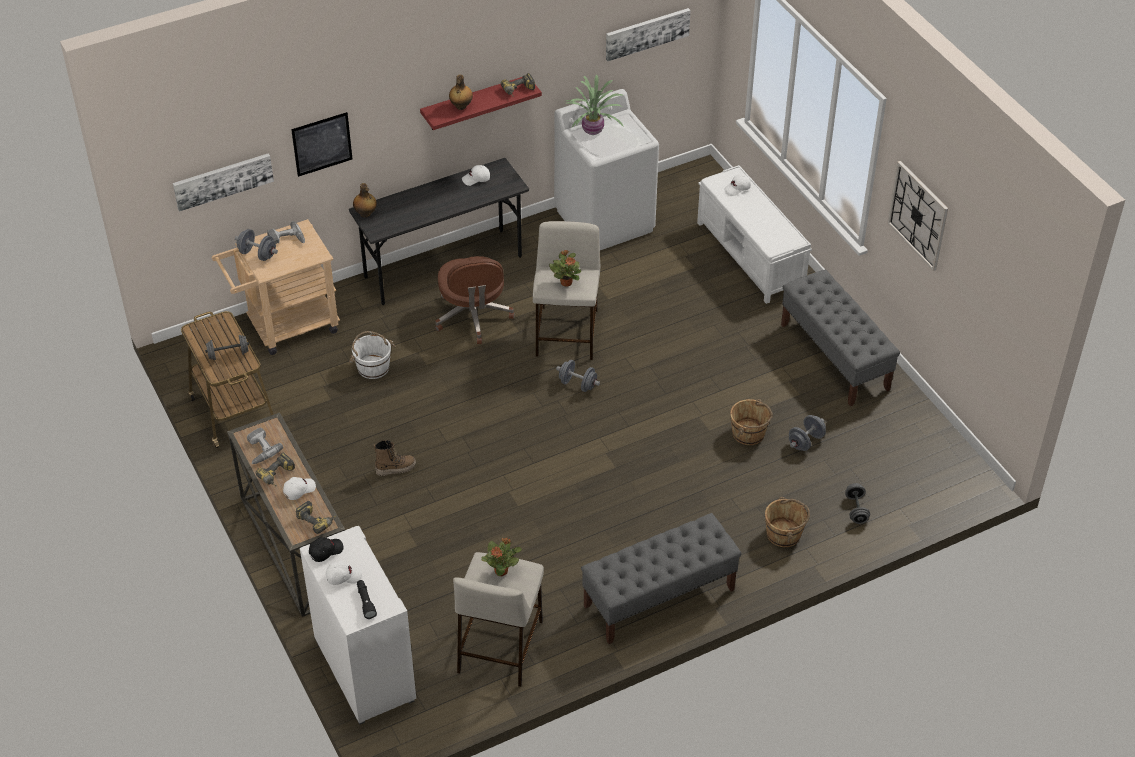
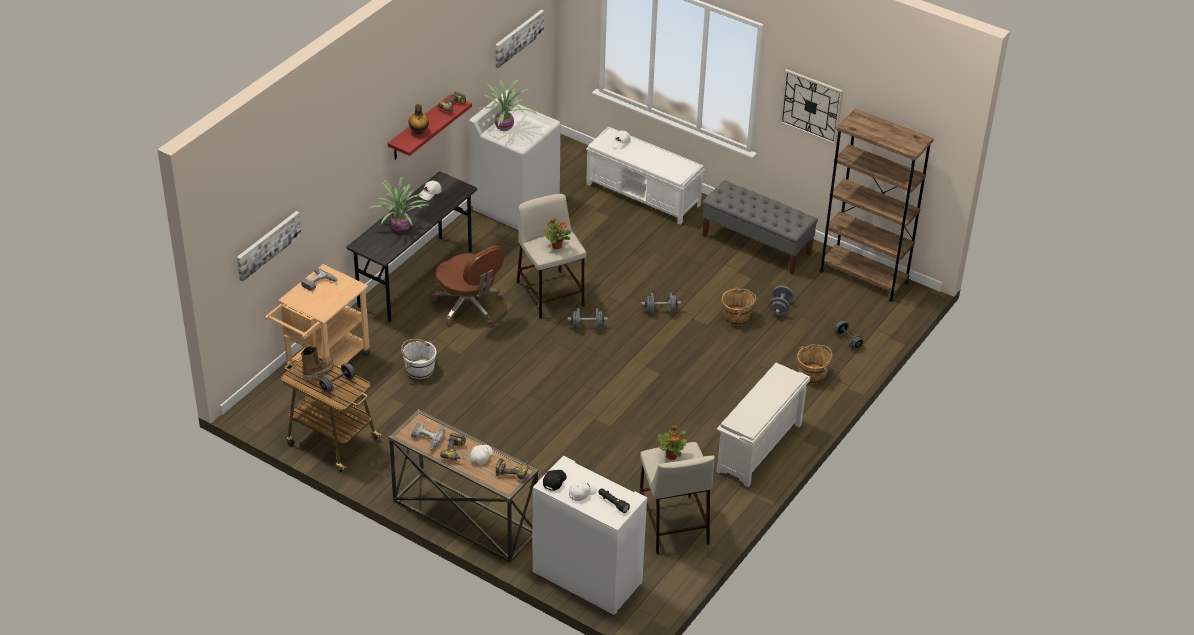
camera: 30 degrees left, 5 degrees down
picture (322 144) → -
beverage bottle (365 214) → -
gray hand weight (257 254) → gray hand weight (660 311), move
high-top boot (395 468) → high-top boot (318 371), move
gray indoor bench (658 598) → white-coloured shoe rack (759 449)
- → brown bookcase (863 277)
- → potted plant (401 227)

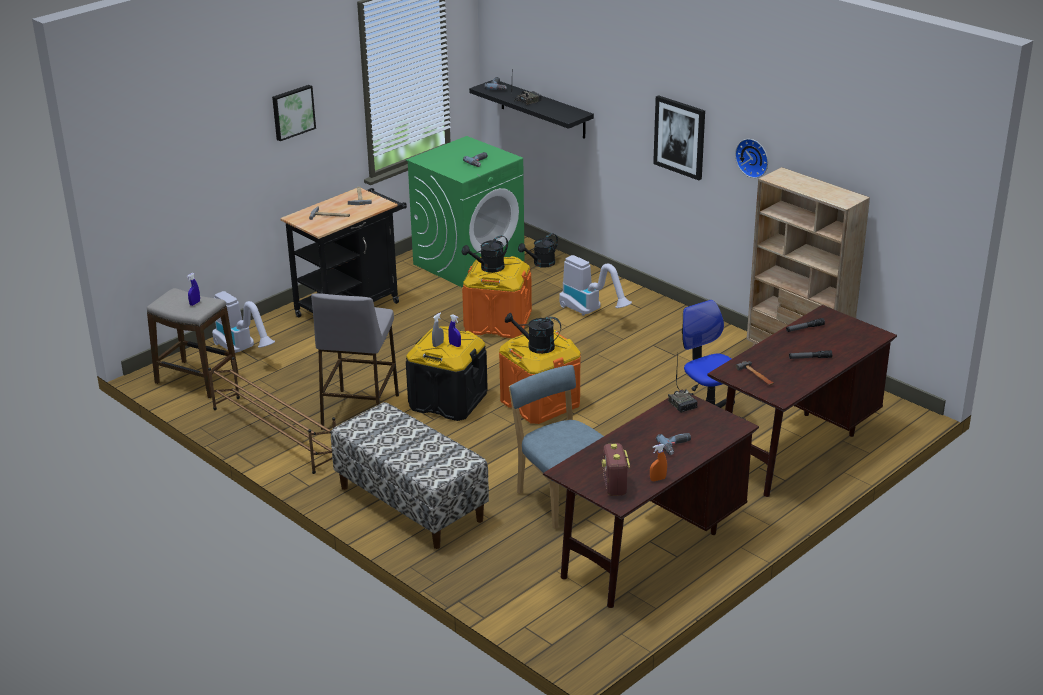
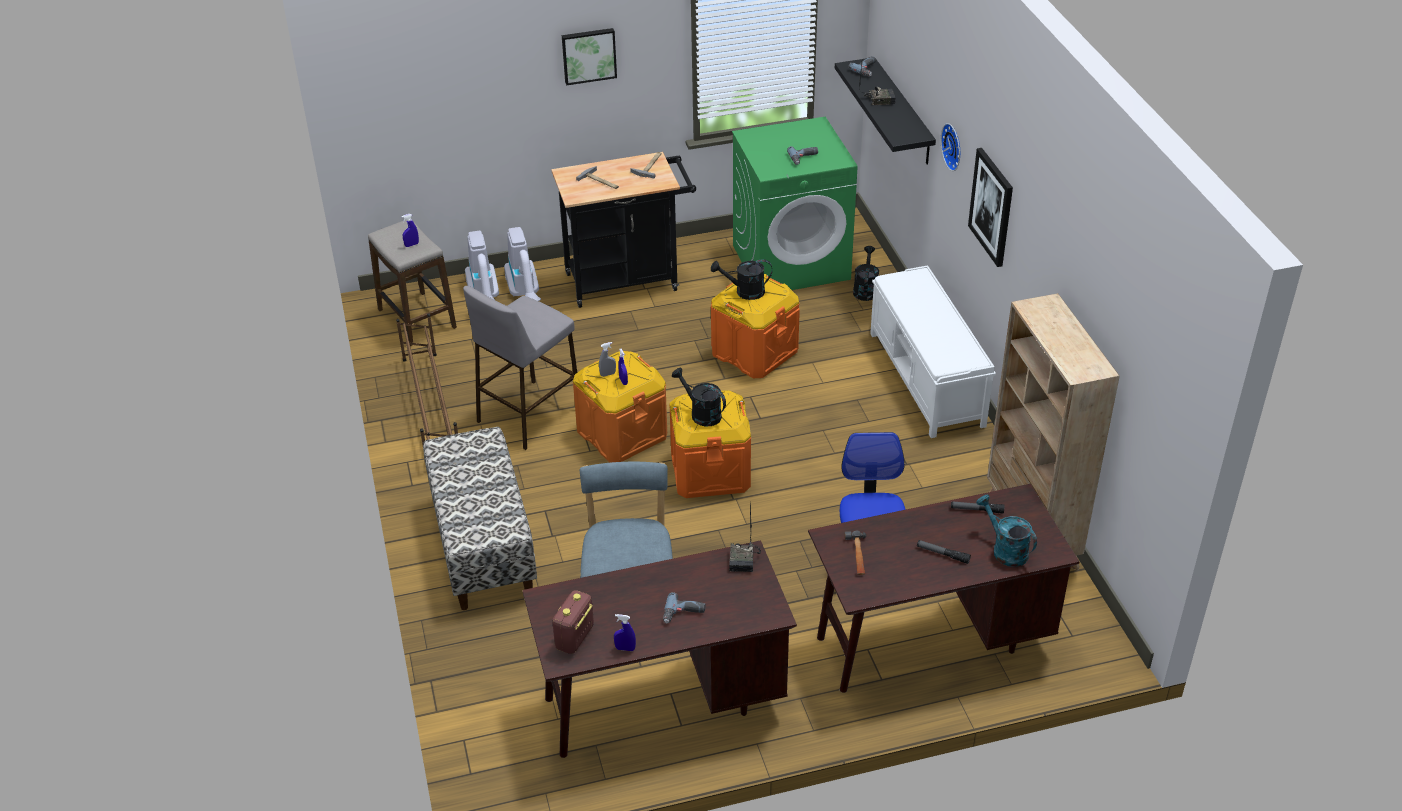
camera: 30 degrees right, 10 degrees up
hanging clock (753 157) → hanging clock (954 146), move
black watering pot (540 264) → black watering pot (865 289), 105 degrees clockwise
vacuum cleaner (591 312) → vacuum cleaner (525 294), move
black storage bin (448 401) → orange-coloured storage bin (622 433)
orange-coloured hand sprayer (658 479) → blue hand sprayer (625 648)
- → white-coloured indoor bench (927 379)
- → turquoise-coloured watering pot (1005 549)

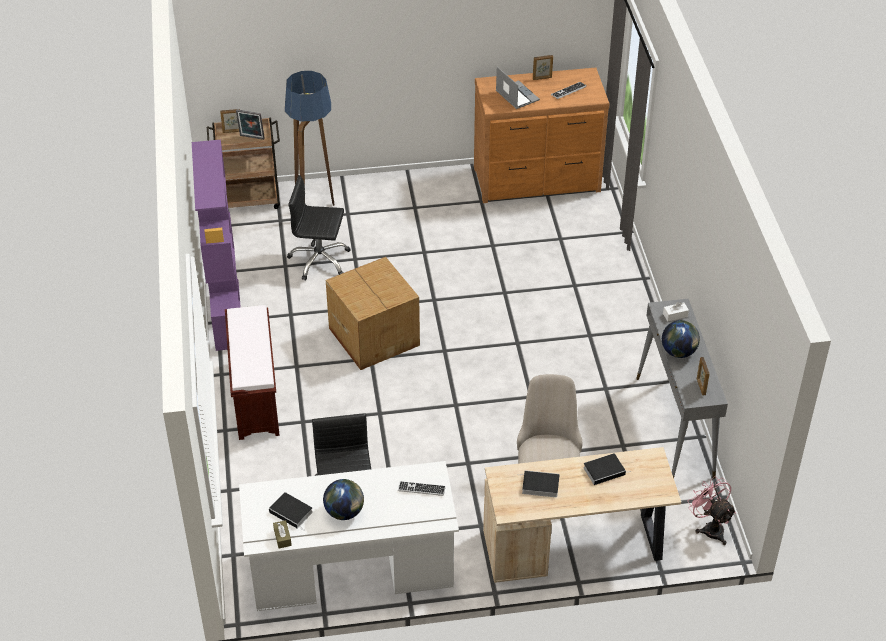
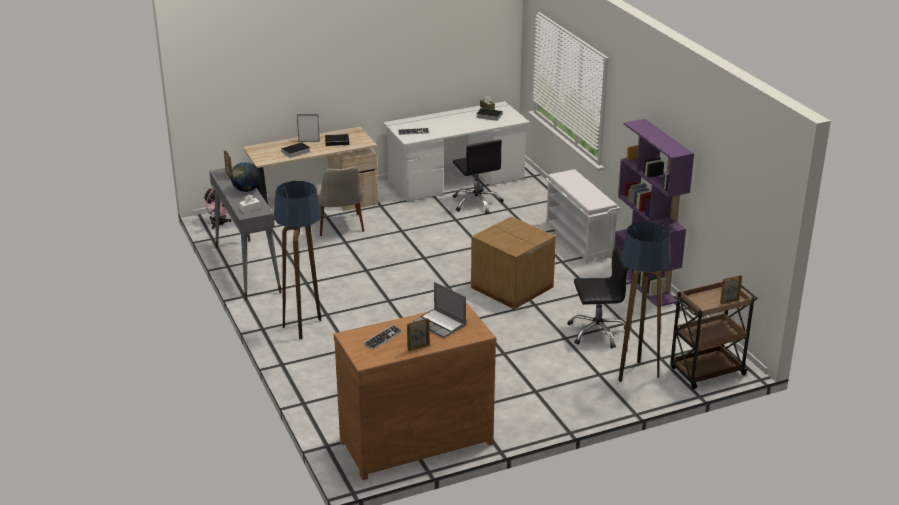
camera: 165 degrees right, 15 degrees down
photo frame (251 138) → photo frame (309 141), move
brown indoor bench (255 397) → white-coloured indoor bench (579 241)
world globe (344 512) → -
- → floor lamp (304 327)

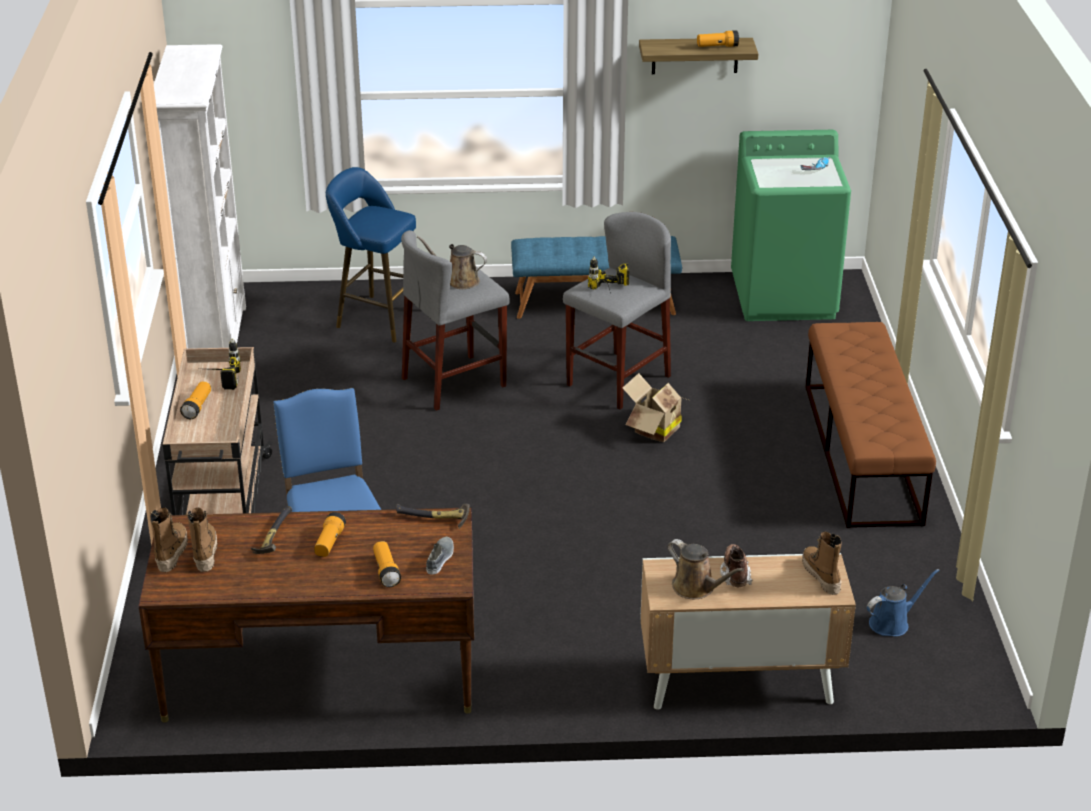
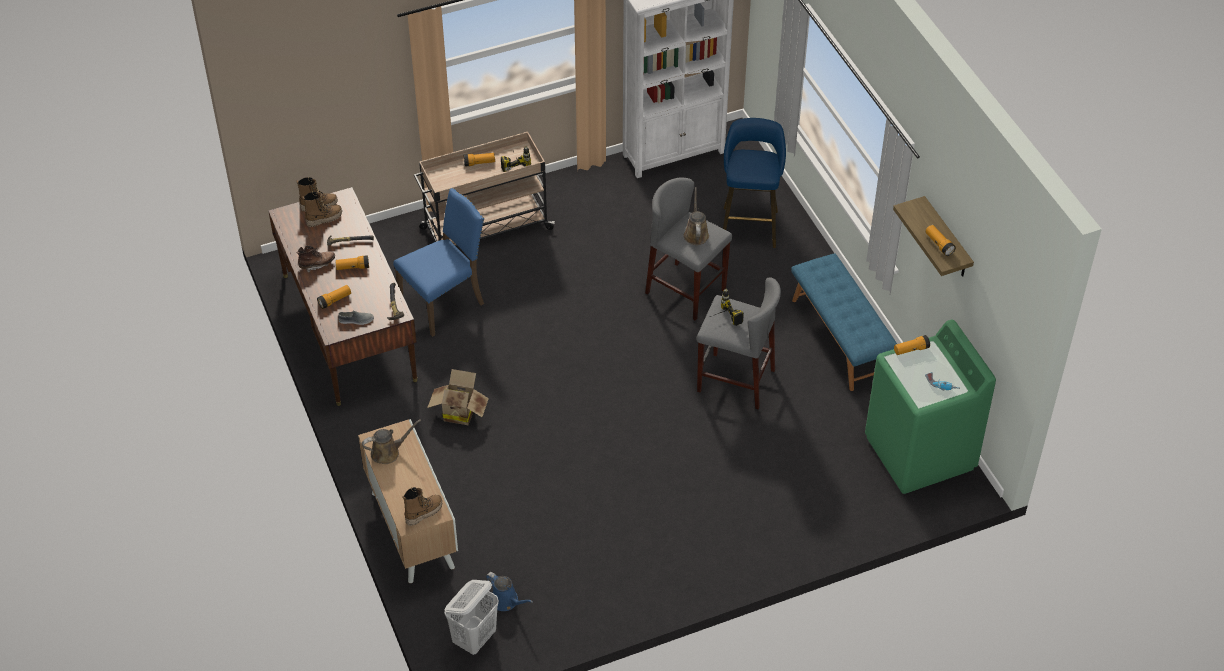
camera: 70 degrees right, 15 degrees up
brown indoor bench (862 453) → -
cardboard box (653 430) → cardboard box (459 411), move
brown watering pot (696 588) → brown watering pot (388 452), 135 degrees counterclockwise
brown high-top boot (735 574) → brown high-top boot (317 264), move
- → torch (911 350)
- → white-coloured laundry basket (475 638)

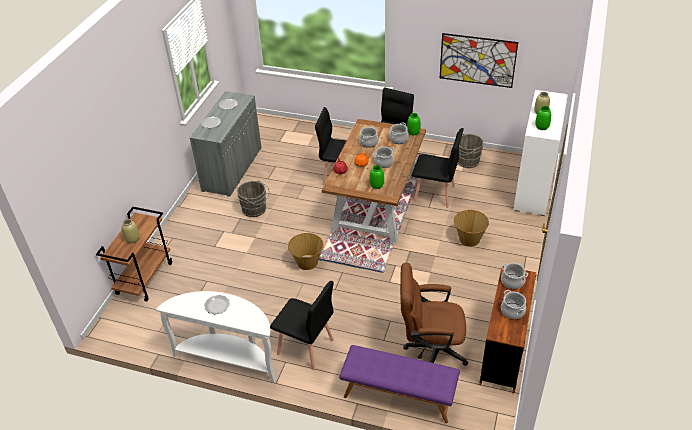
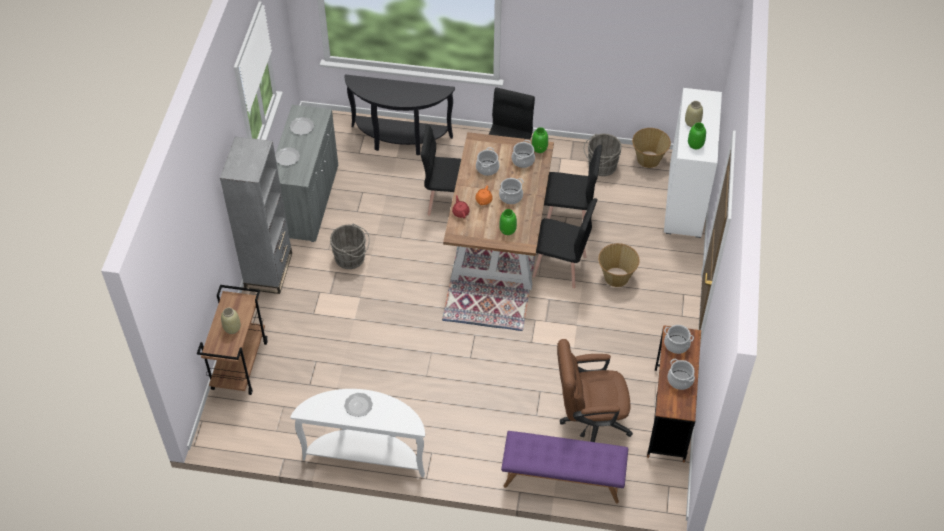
camera: 10 degrees left, 10 degrees up
picture (477 60) → -
basket (307 262) → basket (648 159), move
black plain chair (305 347) → black plain chair (560 267), move
- → black console table (399 140)
- → gray bookcase (269 271)

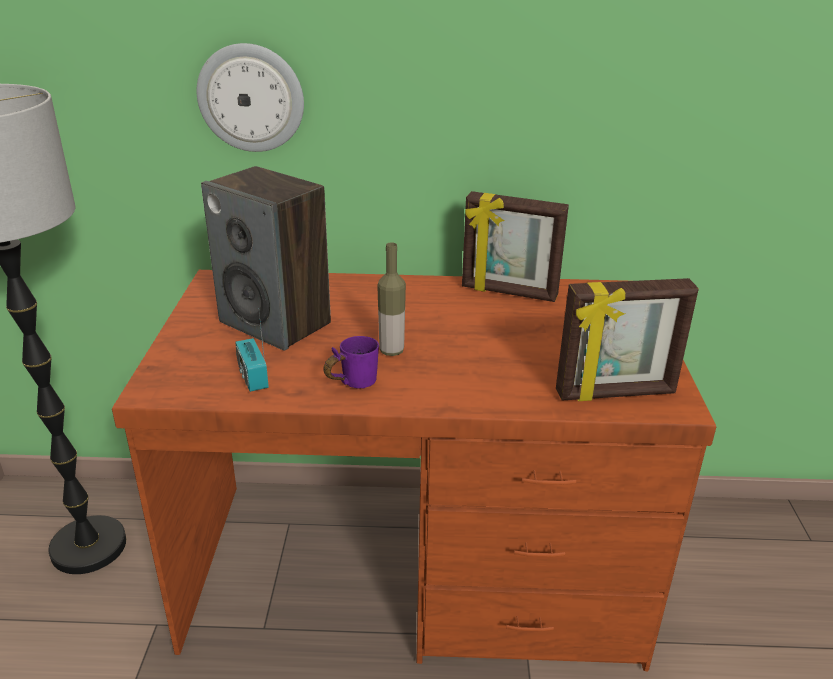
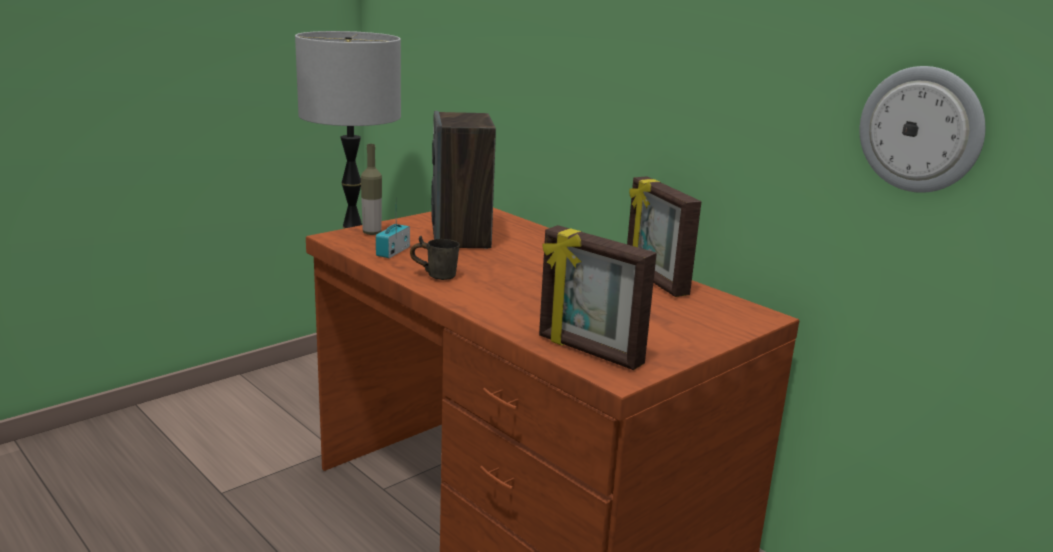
camera: 45 degrees right, 10 degrees down
hanging clock (251 98) → hanging clock (921 129), move
beverage bottle (391 351) → beverage bottle (372 233), move
purplish tea mug (350 383) → gray tea mug (436 275)

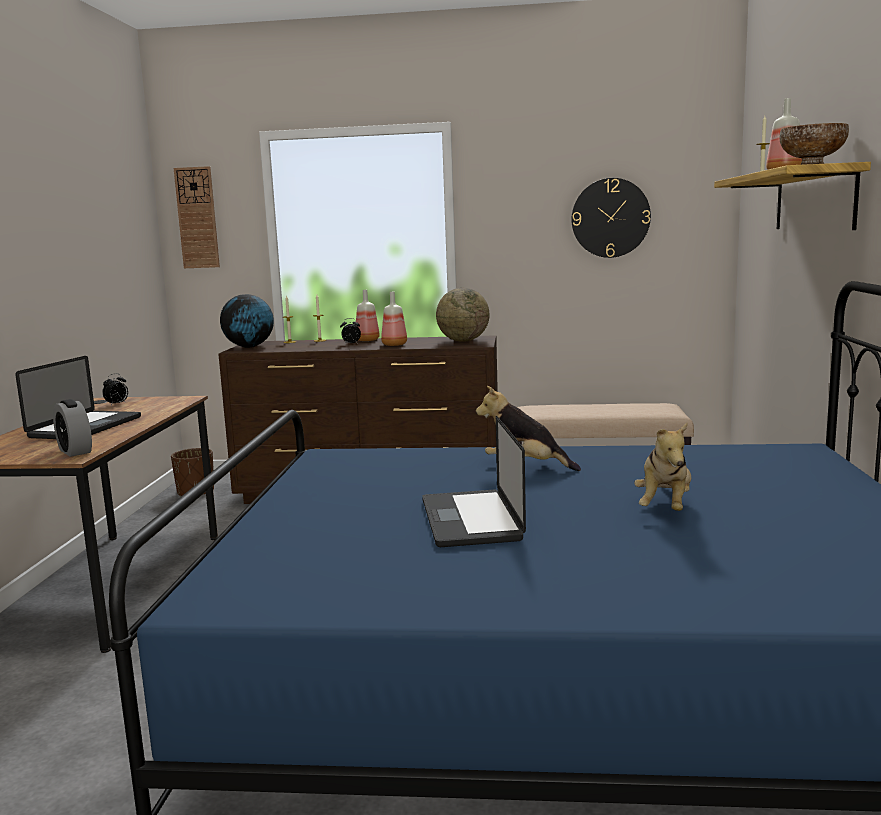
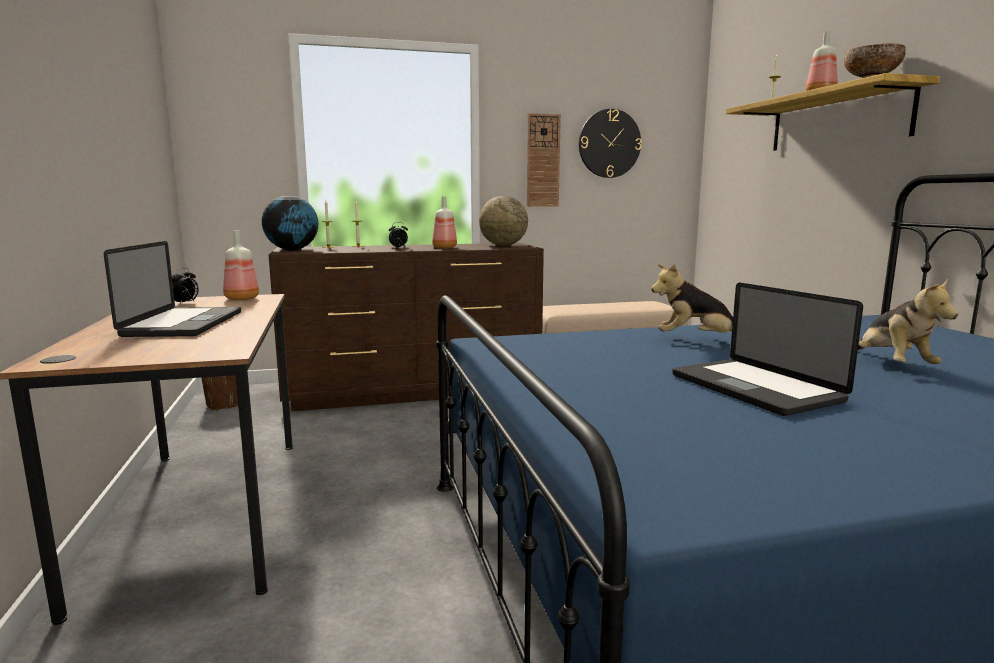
camera: 20 degrees left, 0 degrees up
hanging clock (197 218) → hanging clock (543 161), move
beverage bottle (366 340) → beverage bottle (241 299), move
alarm clock (75 451) → -

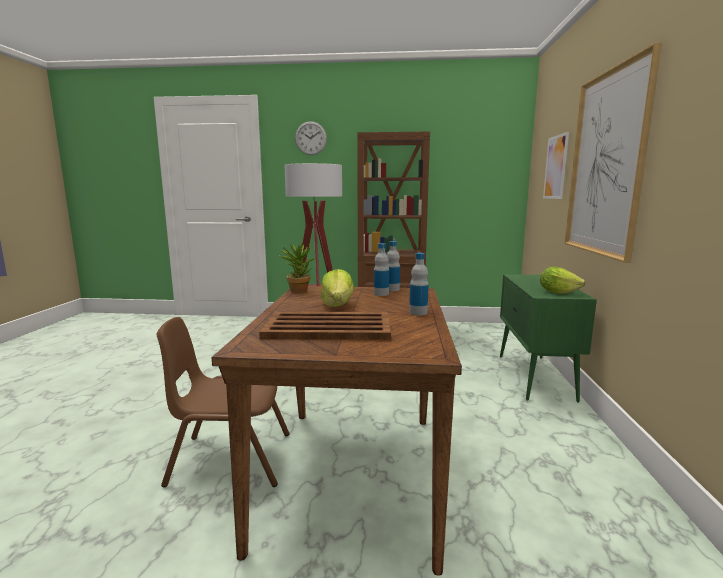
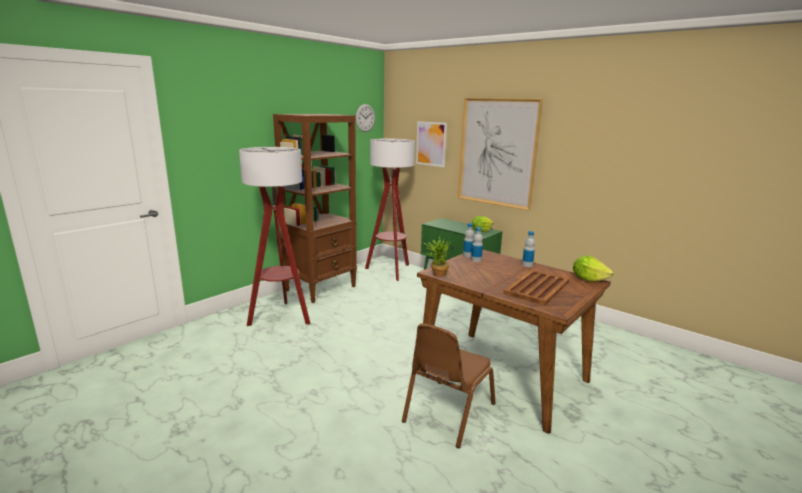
camera: 55 degrees left, 5 degrees up
hanging clock (310 138) → hanging clock (365 118), move
lettuce head (337 305) → lettuce head (588 279), move
- → floor lamp (390 271)

